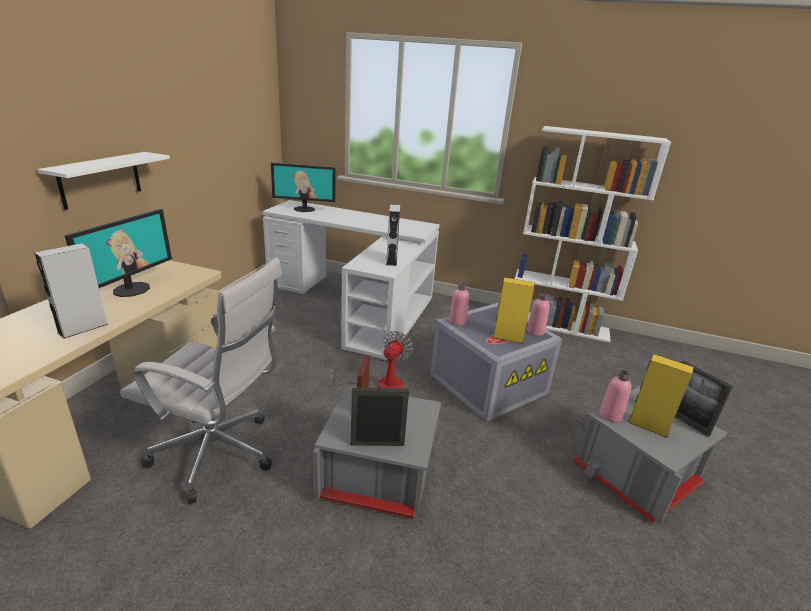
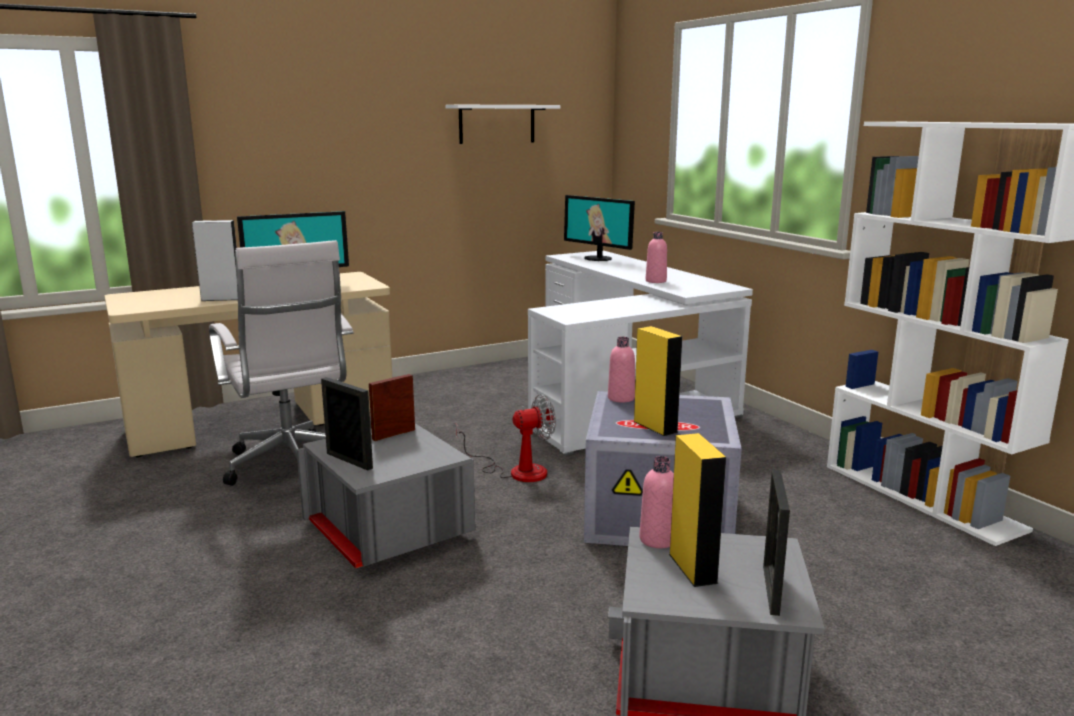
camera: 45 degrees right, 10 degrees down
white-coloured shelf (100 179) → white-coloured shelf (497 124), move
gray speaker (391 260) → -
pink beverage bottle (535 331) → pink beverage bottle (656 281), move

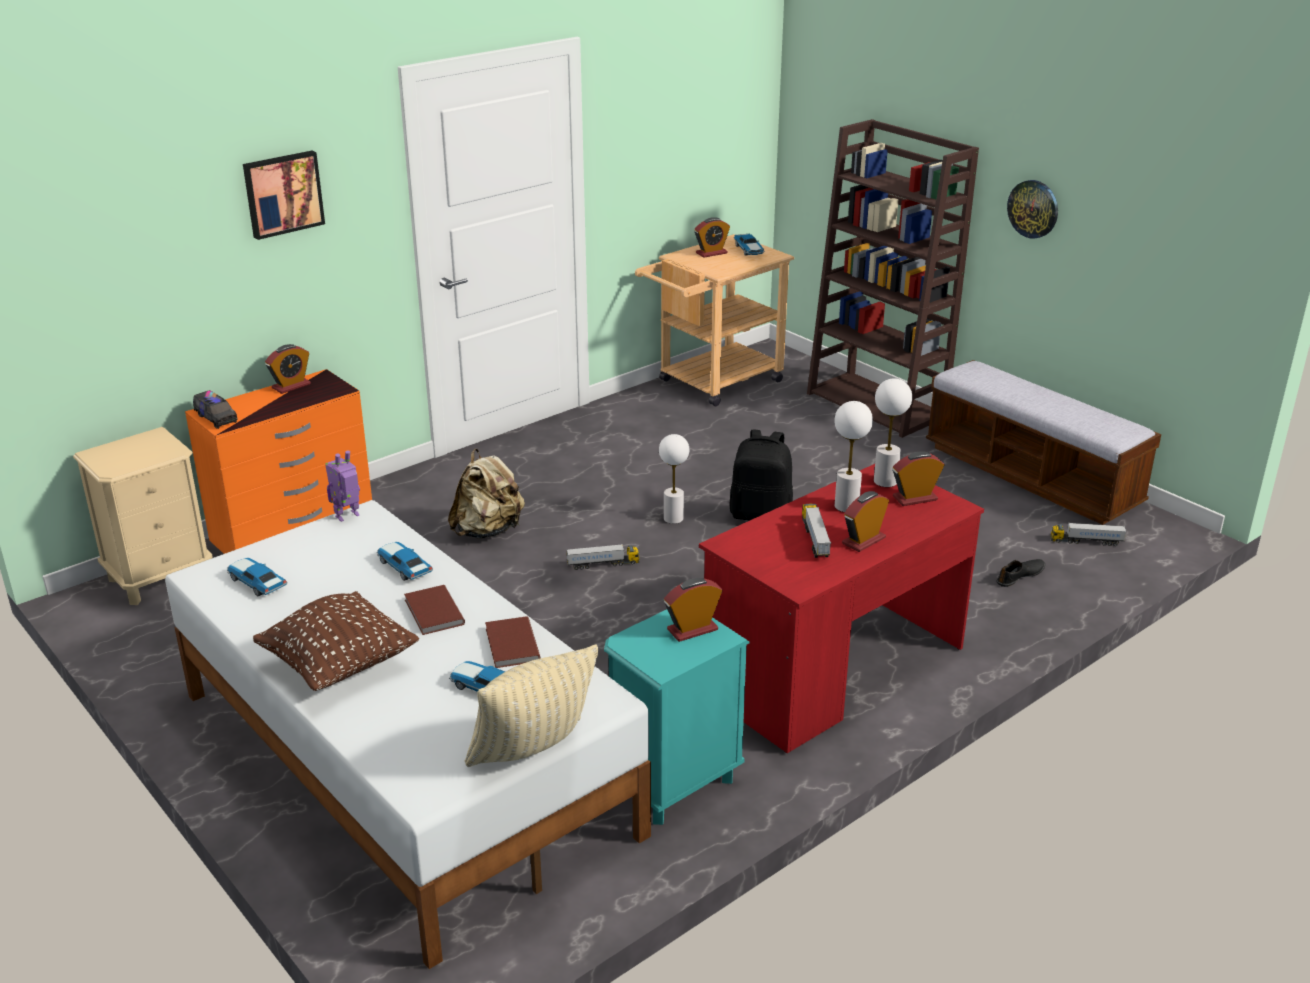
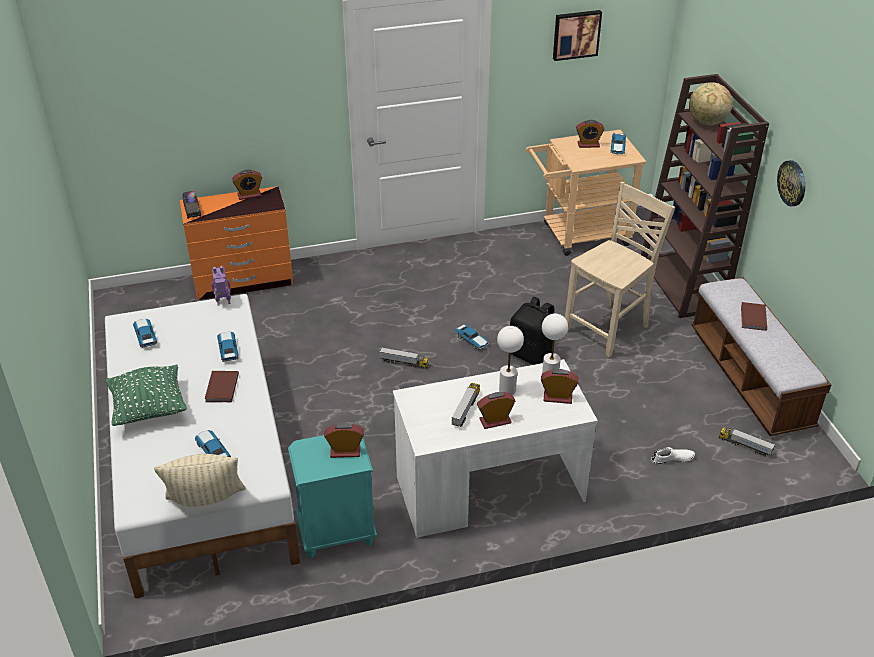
camera: 25 degrees right, 10 degrees up
picture (282 193) → picture (576 34), move
sand-coloured nightstand (160 577) → -
white-coloured lamp for a table (673 518) → model car (472 340)
sand-coloured knapsack (488 531) → -
red desk table (834 670) → white-coloured desk table (489 489)
black item of footwear (1020 576) → white-coloured item of footwear (672 459)
brown pillow (339 666) → green-coloured pillow (149 409)
brown volume (510 645) → brown volume (752 318), move
- → world globe (706 122)
- → sand-coloured plain chair (609 329)

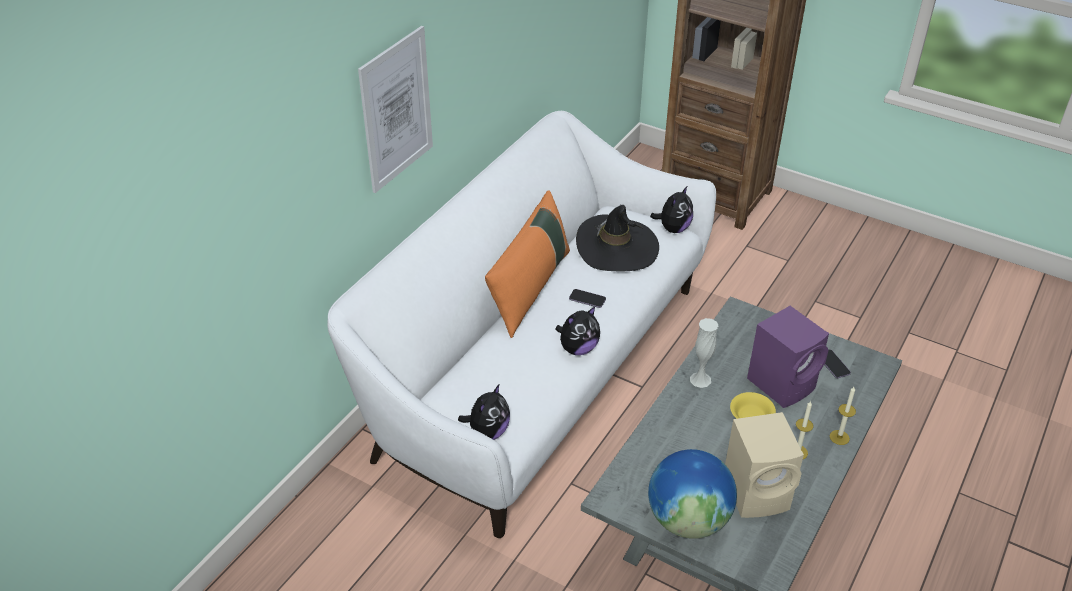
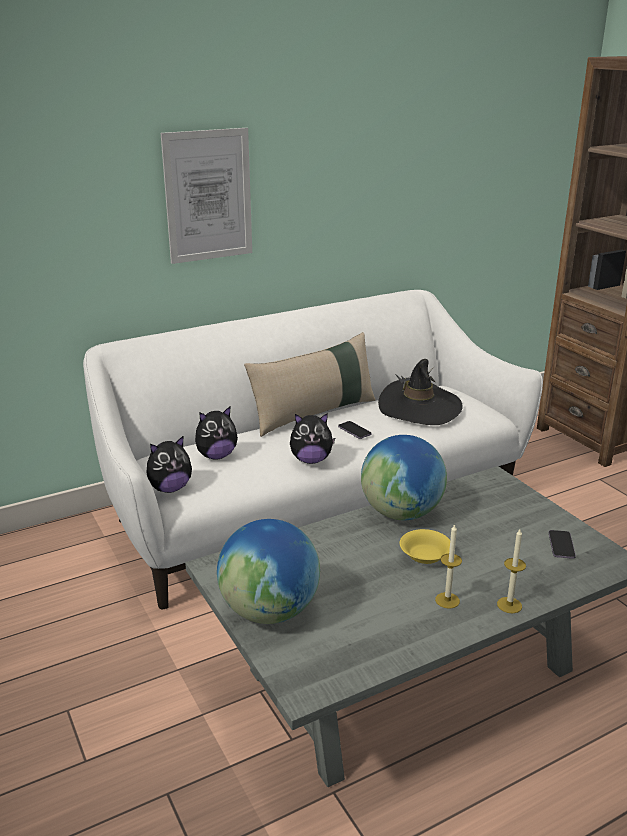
camera: 30 degrees right, 15 degrees down
soft toy (673 228) → soft toy (216 456), move
orange-coloured pillow (530 289) → sand-coloured pillow (314 413)
purplish speaker (783 383) → -
white-coloured vase (700 379) → world globe (402 513)
sand-coloured speaker (758 492) → -

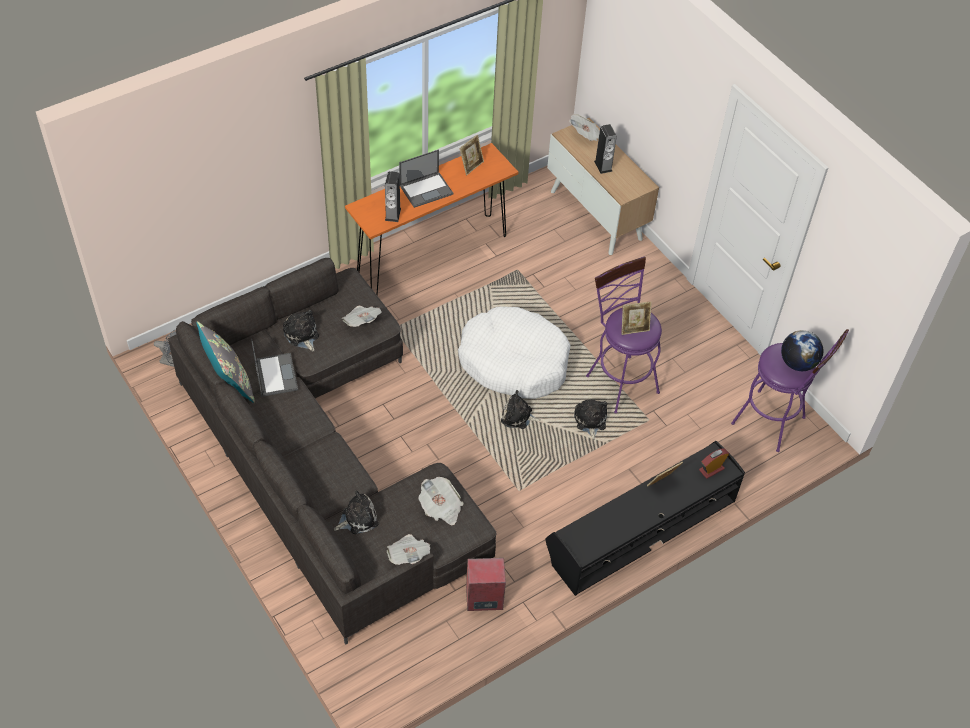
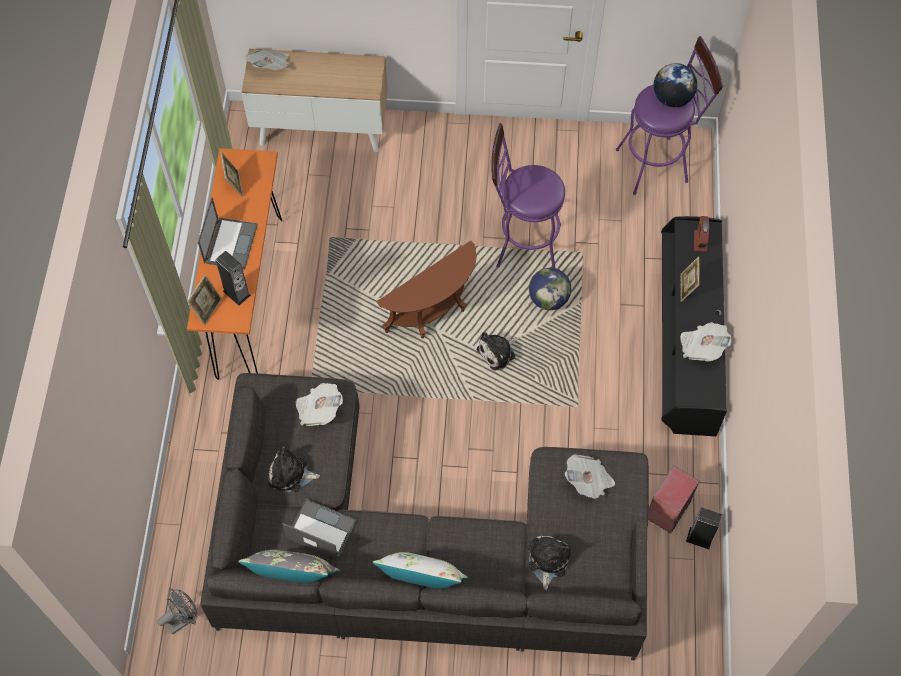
camera: 50 degrees left, 10 degrees up
speaker (603 166) → speaker (699 538), move
photo frame (634 328) → photo frame (208 309), move
white-coloured pet bed (513 362) → brown end table (434 314)
soft toy (590 422) → world globe (548 299)
newspaper (408 555) → newspaper (702 347), move
- → white-coloured pillow (422 582)

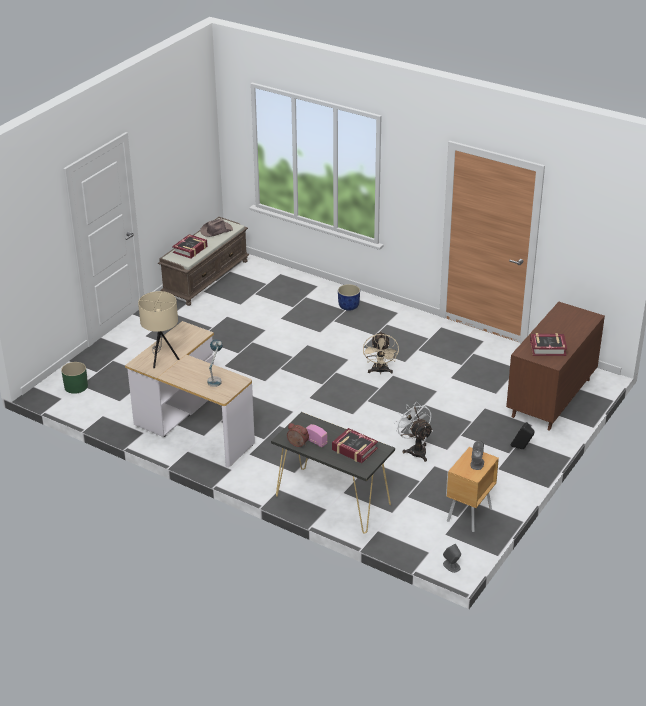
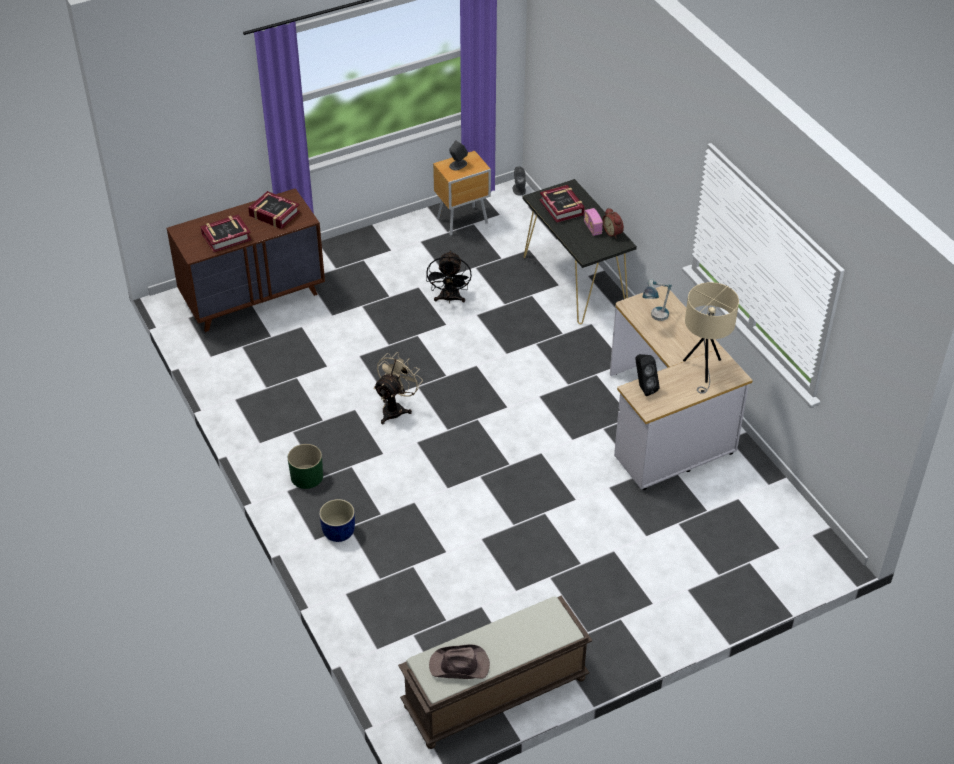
camera: 150 degrees left, 10 degrees up
volume (190 249) → volume (226 237), move
green-coloured flower pot (76 386) → green-coloured flower pot (307 476), move
white-coloured fan (415 450) → black fan (449 299)
black speaker (521 448) → black speaker (643 388), move

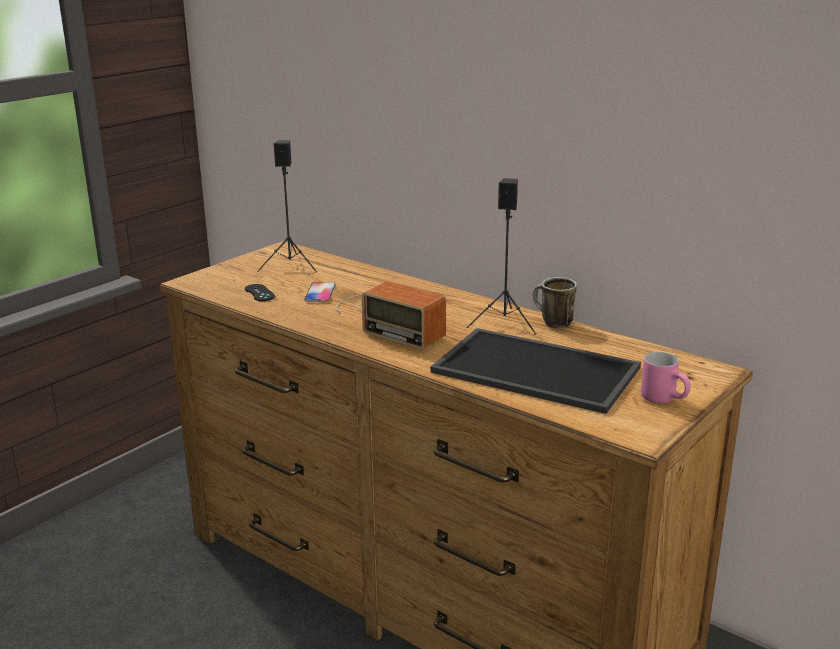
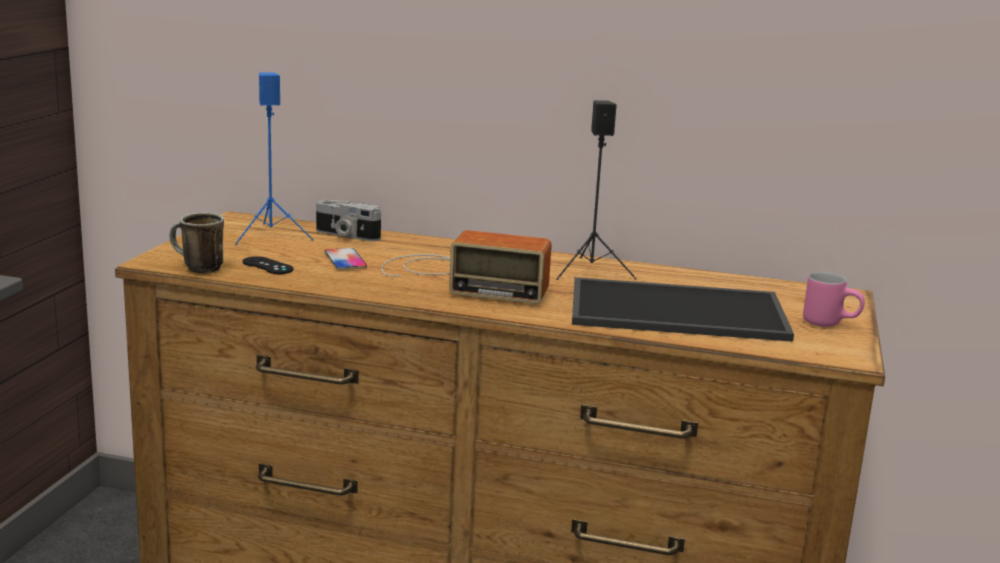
camera: 25 degrees left, 5 degrees down
black speaker (291 265) → blue speaker (272 235)
tea mug (551 322) → tea mug (196 269), move
- → photo camera (346 235)

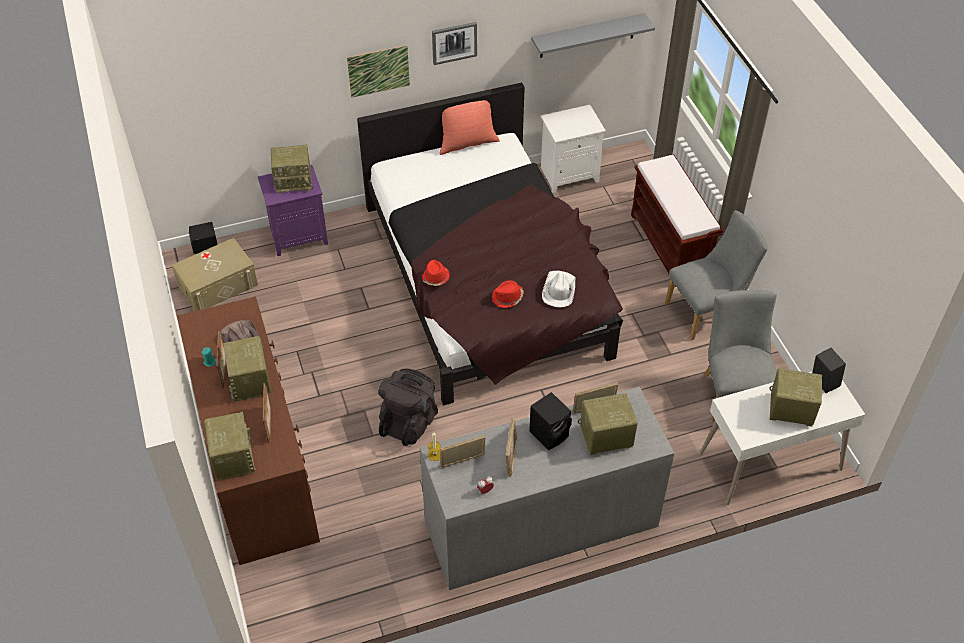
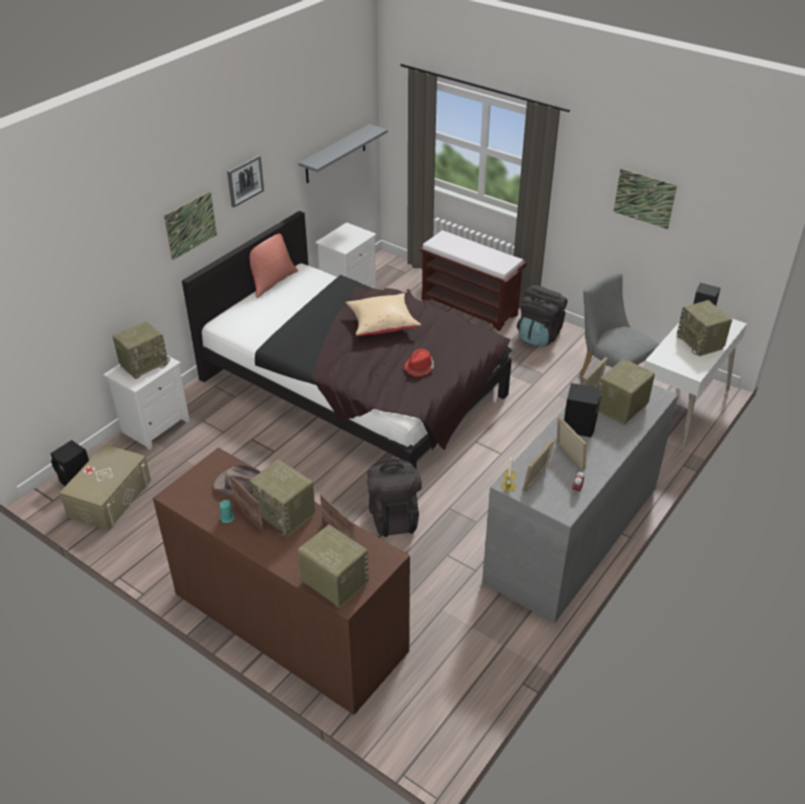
camera: 35 degrees left, 10 degrees down
purplish nightstand (299 235) → white-coloured nightstand (155 426)
gray plain chair (707 311) → black knapsack (539 335)
red hat (435 278) → -
white-coloured hat (559 290) → -
radio (790 410) → radio (701 343), 90 degrees counterclockwise
- → picture (644 198)
- → sand-coloured pillow (382 324)

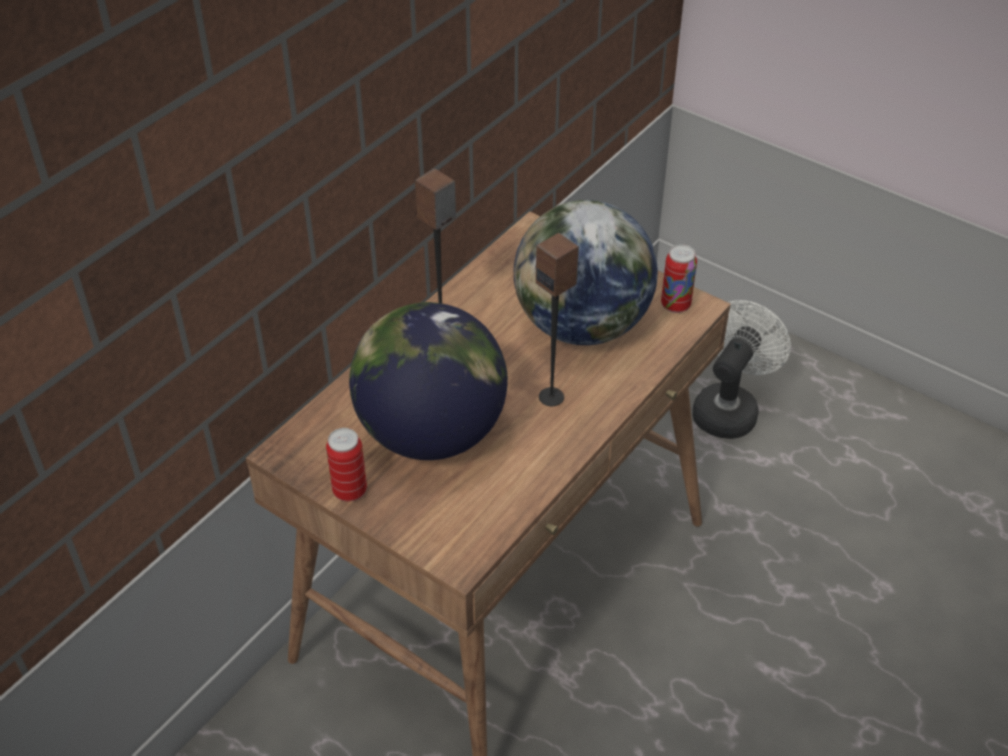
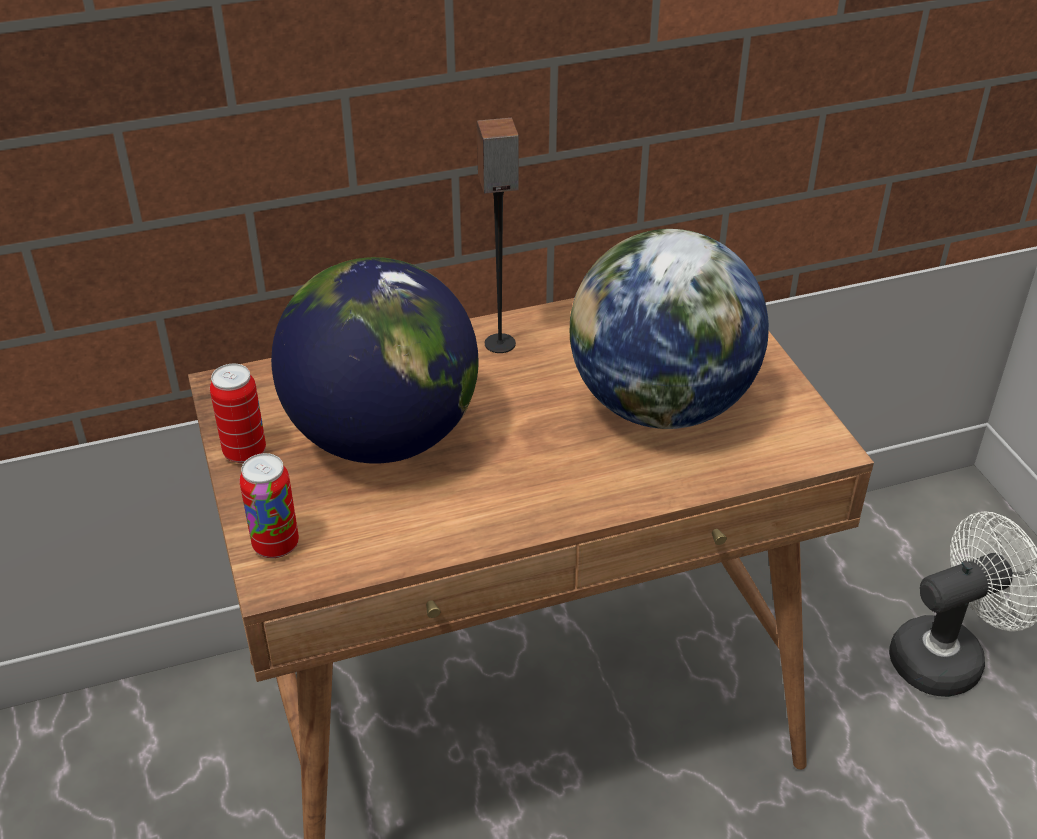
camera: 35 degrees right, 5 degrees down
speaker (552 396) → -
sealed can (675 305) → sealed can (276 545), move

